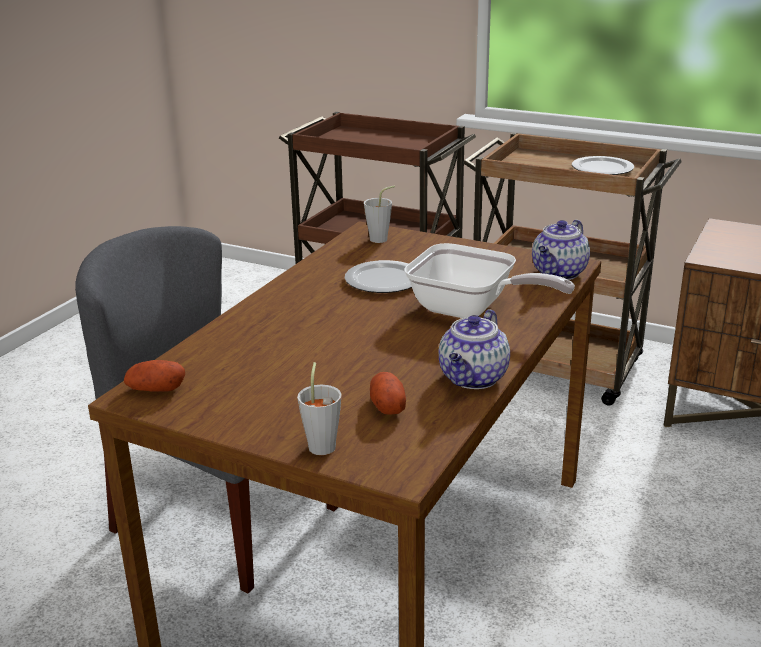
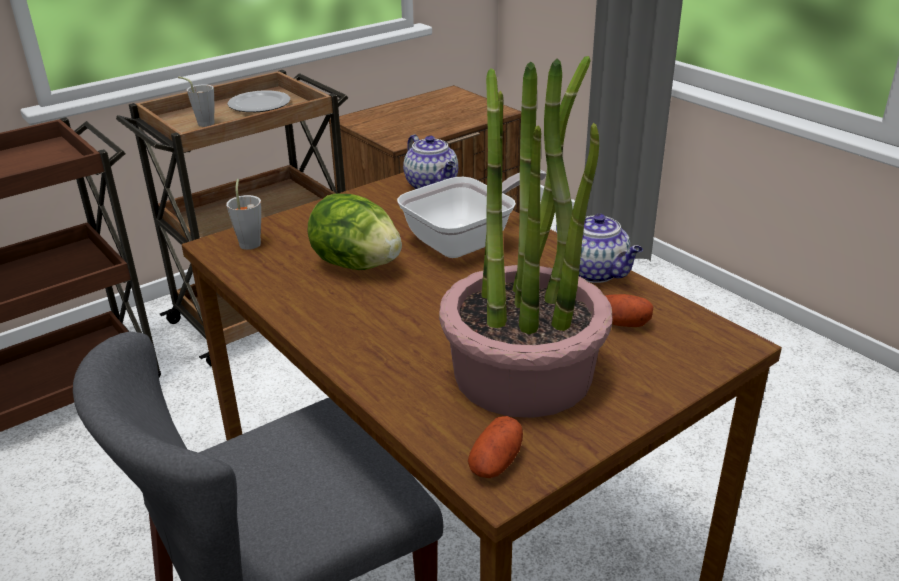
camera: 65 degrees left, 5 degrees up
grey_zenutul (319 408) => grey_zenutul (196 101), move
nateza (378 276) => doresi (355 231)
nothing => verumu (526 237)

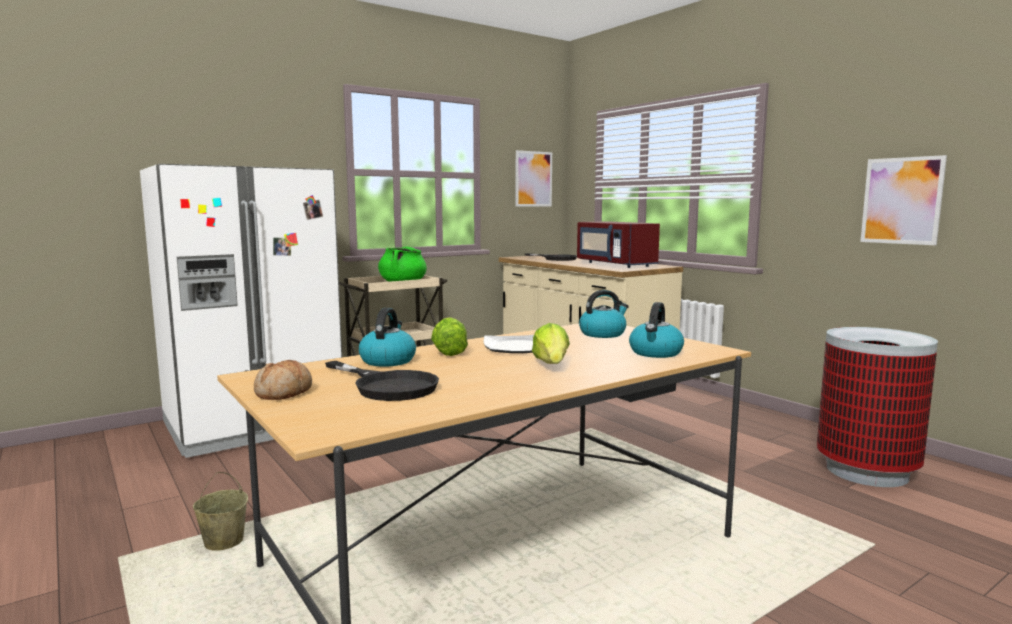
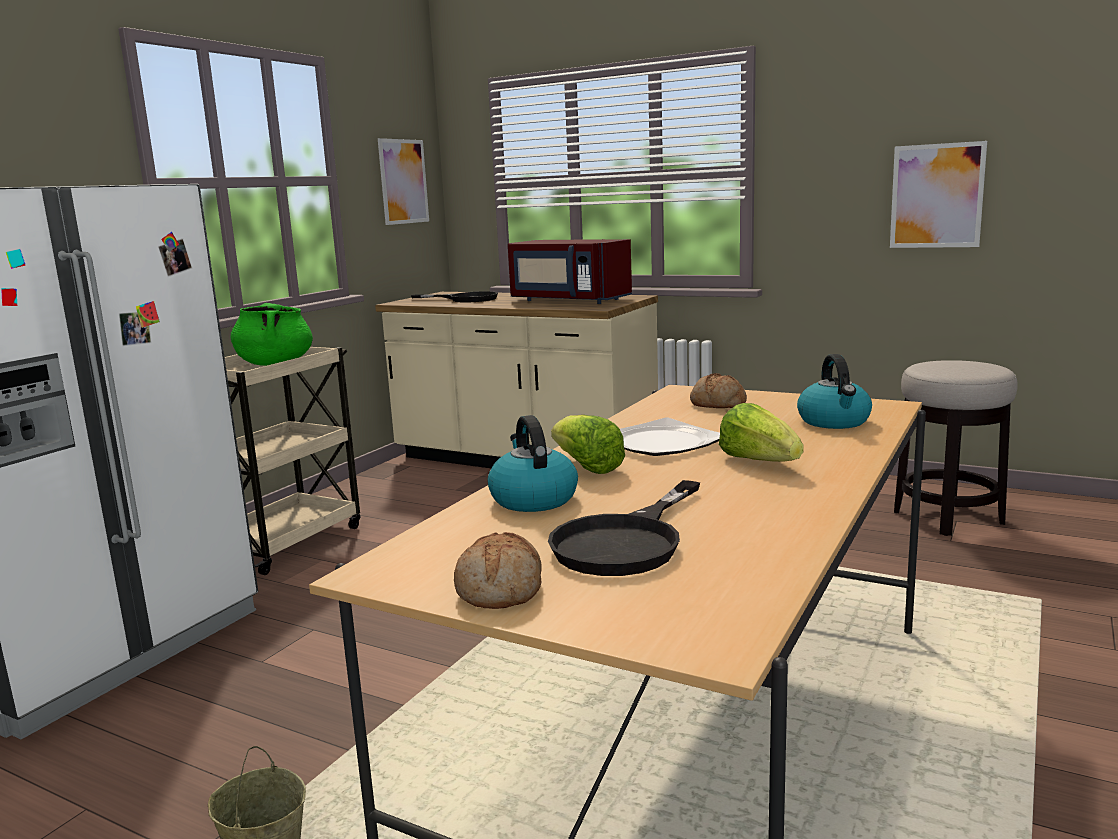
camera: 25 degrees left, 5 degrees up
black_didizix (382 381) => black_didizix (624 528), 105 degrees clockwise
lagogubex (604 314) => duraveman (718 390)
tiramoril (877 407) => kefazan (956 448)

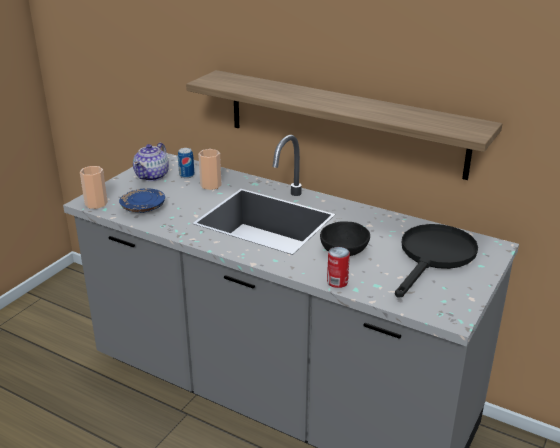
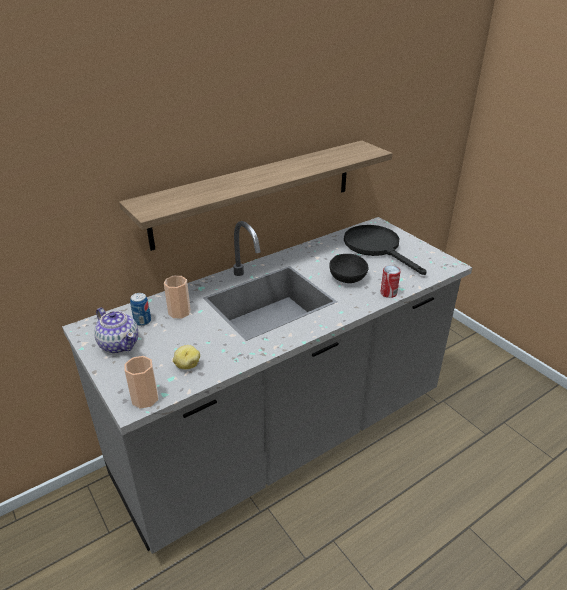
camera: 65 degrees left, 5 degrees up
blue_nateza (142 200) => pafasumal (186 357)

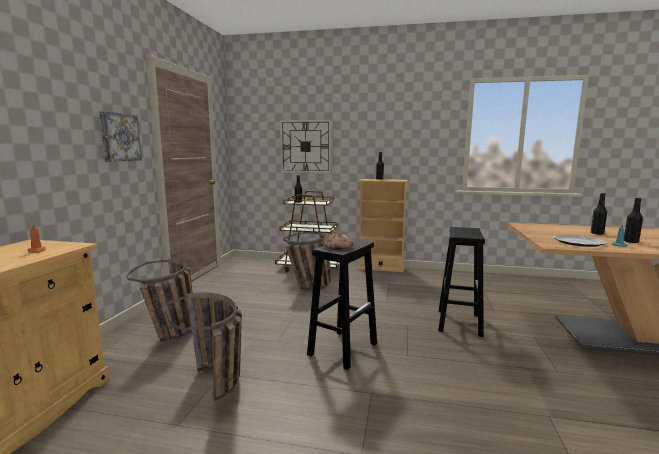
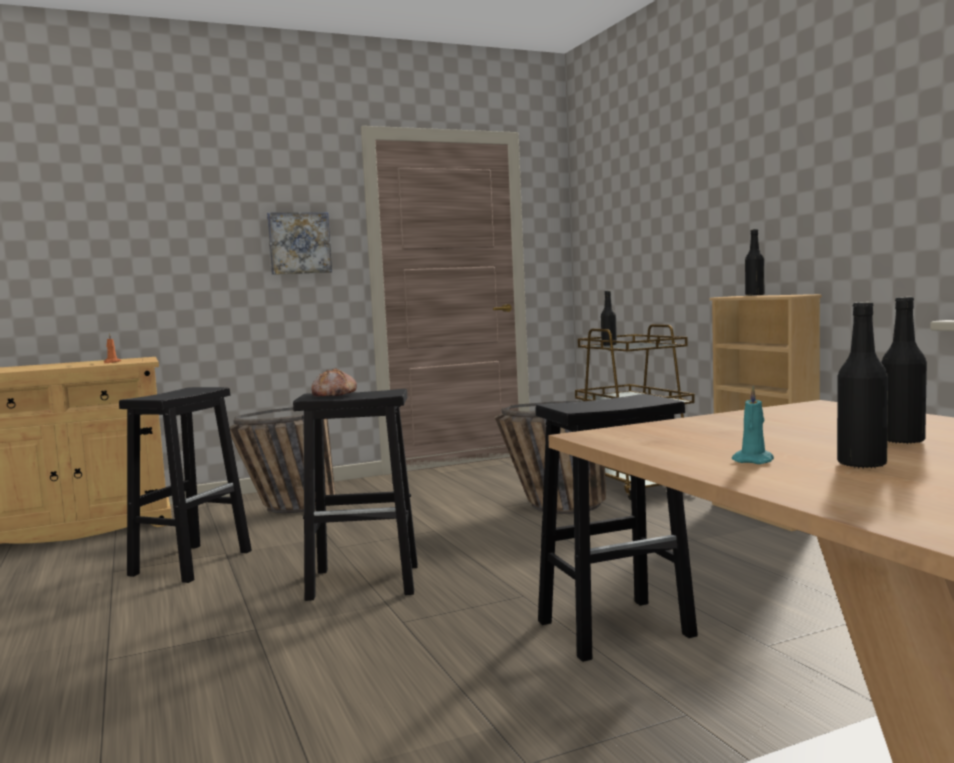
camera: 55 degrees right, 5 degrees down
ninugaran (204 346) => black_kefazan (185 485)
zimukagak (305 146) => nothing
nateza (580 240) => nothing

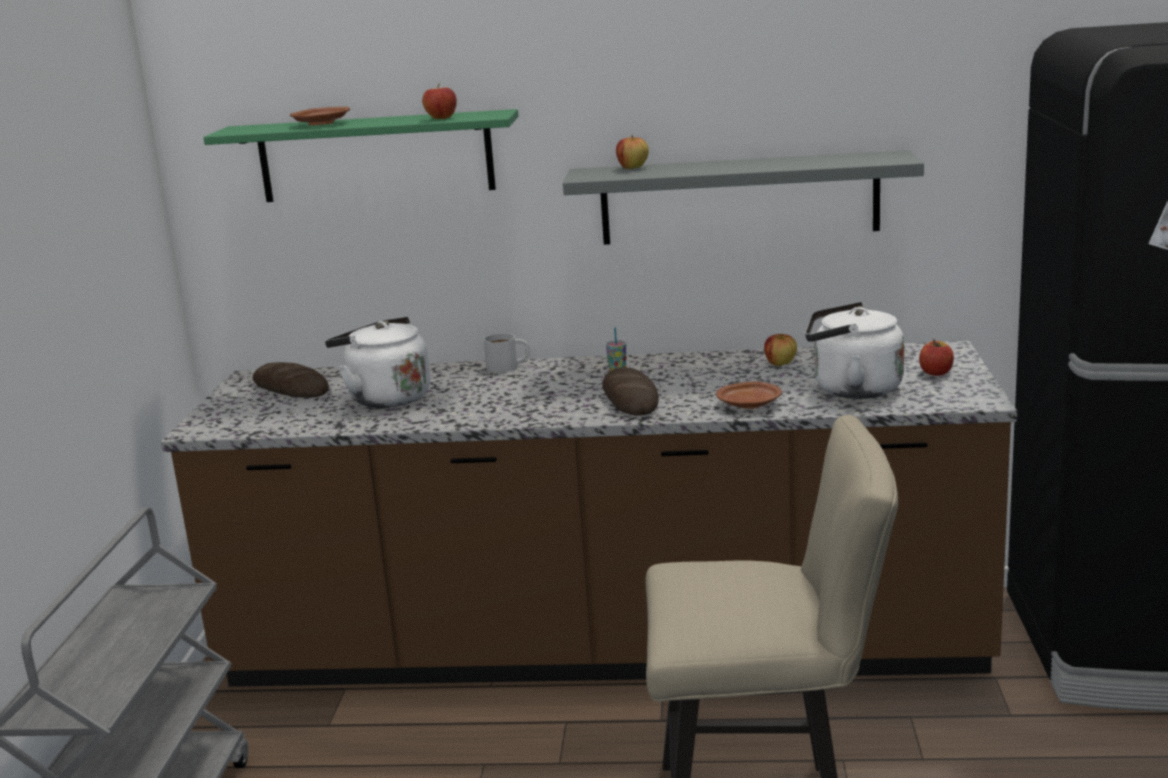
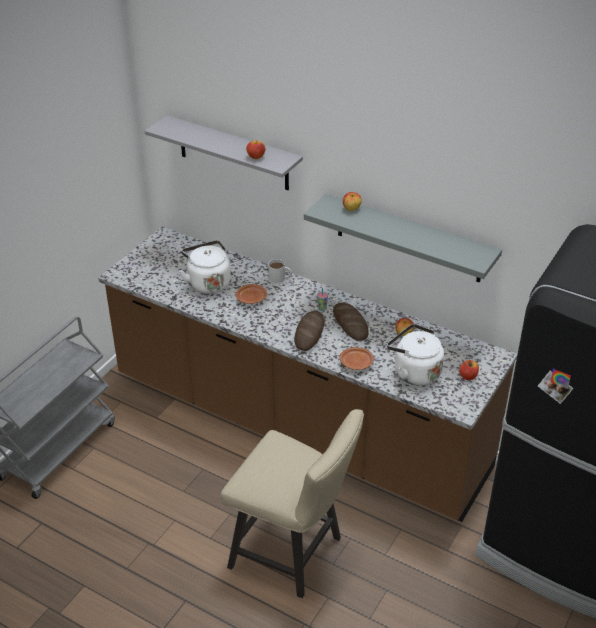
camera: 25 degrees right, 20 degrees up
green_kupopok (360 155) => grey_kupopok (224 152)
duraveman (291 380) => duraveman (350 321), move
brown_nateza (320 116) => brown_nateza (251 294), move

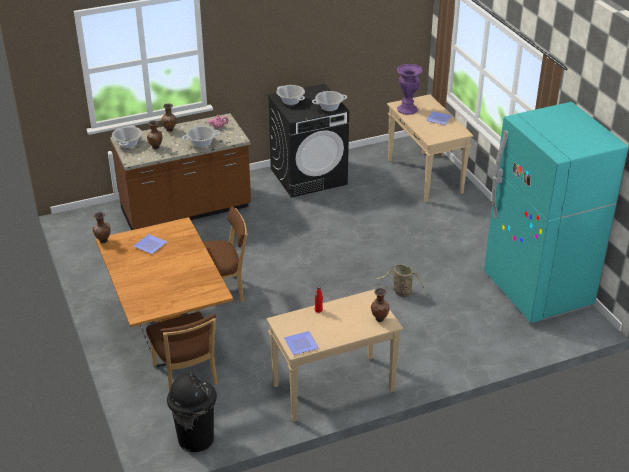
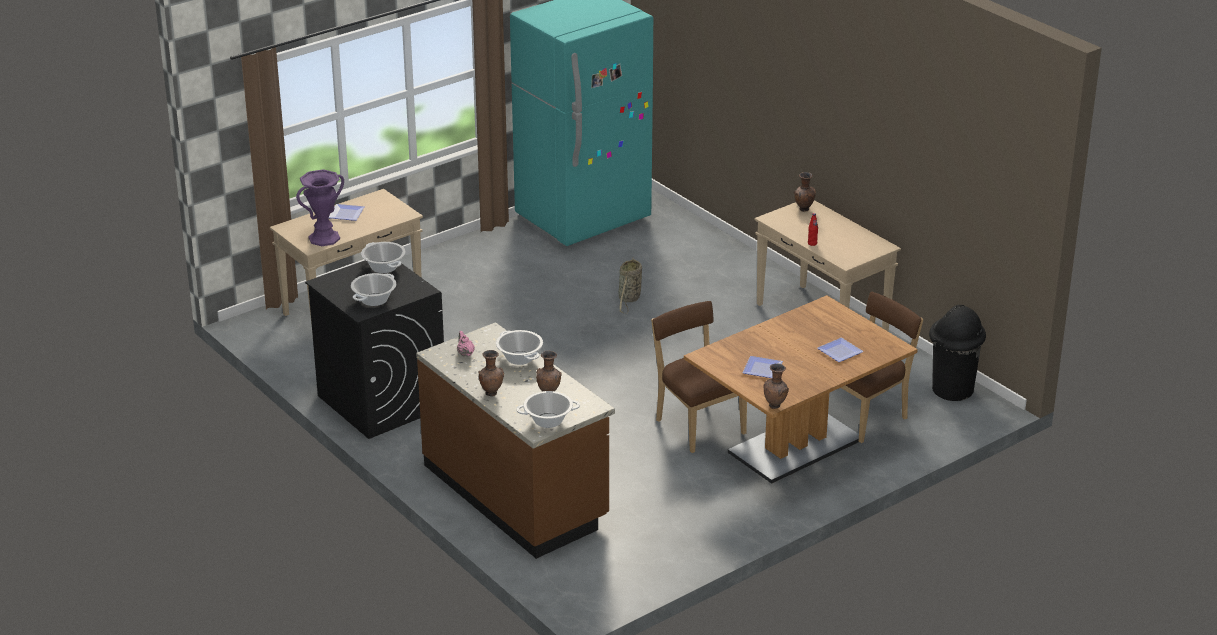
camera: 105 degrees left, 5 degrees down
nateza (301 343) => nateza (840 350), move

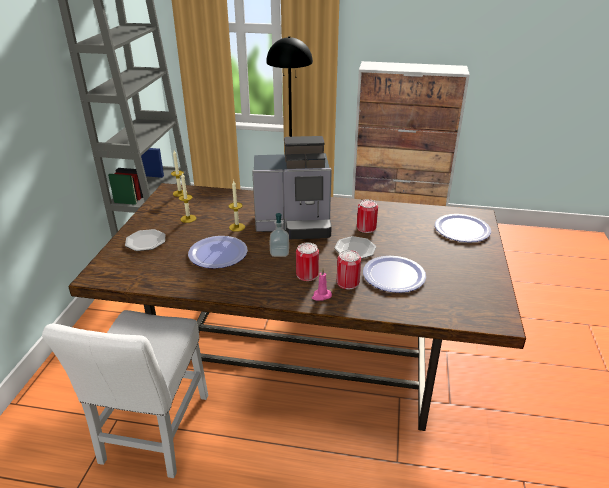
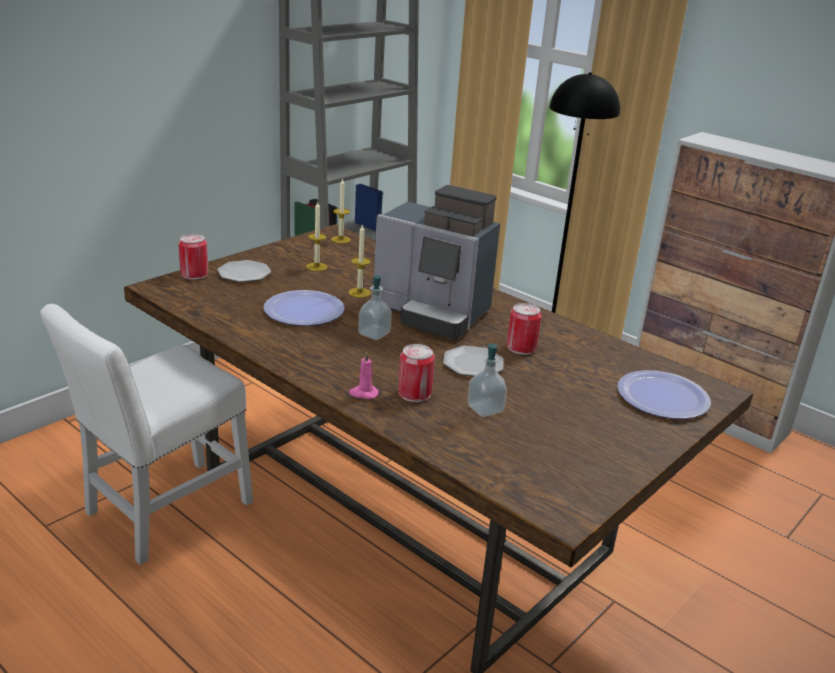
camera: 30 degrees right, 5 degrees down
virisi (307 262) => virisi (193 257), move
nateza (394 274) => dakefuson (487 380)

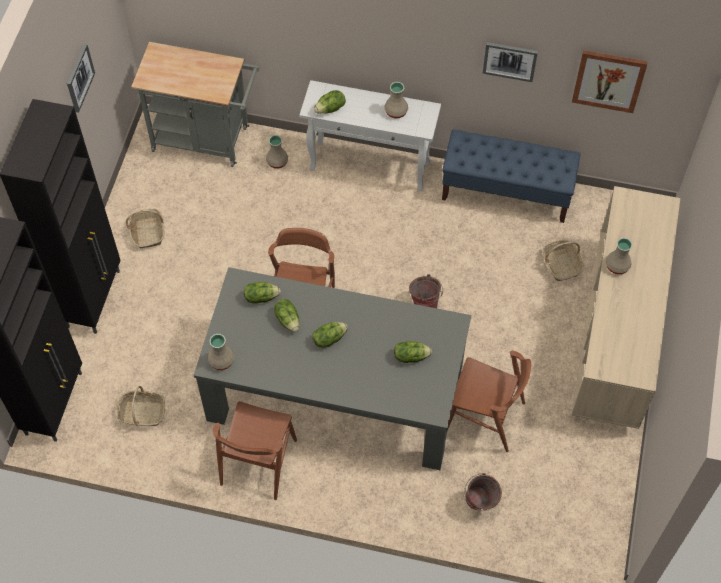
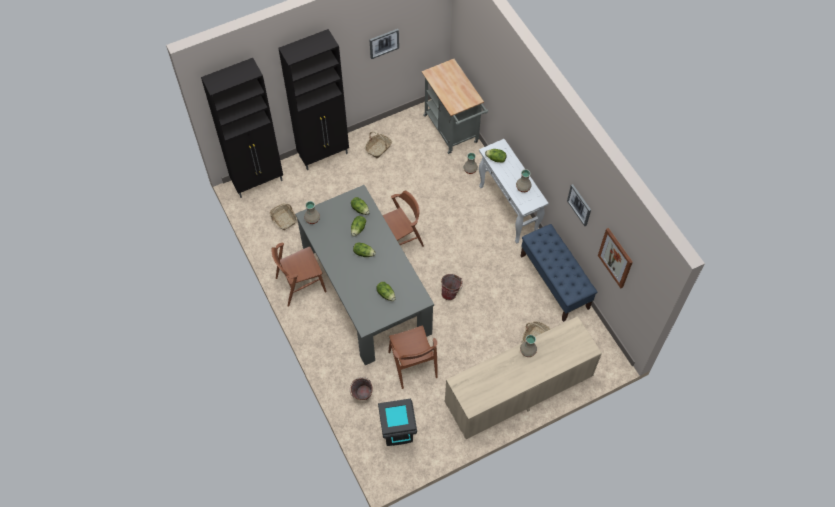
camera: 50 degrees right, 0 degrees up
nothing => grey_tiramoril (397 422)

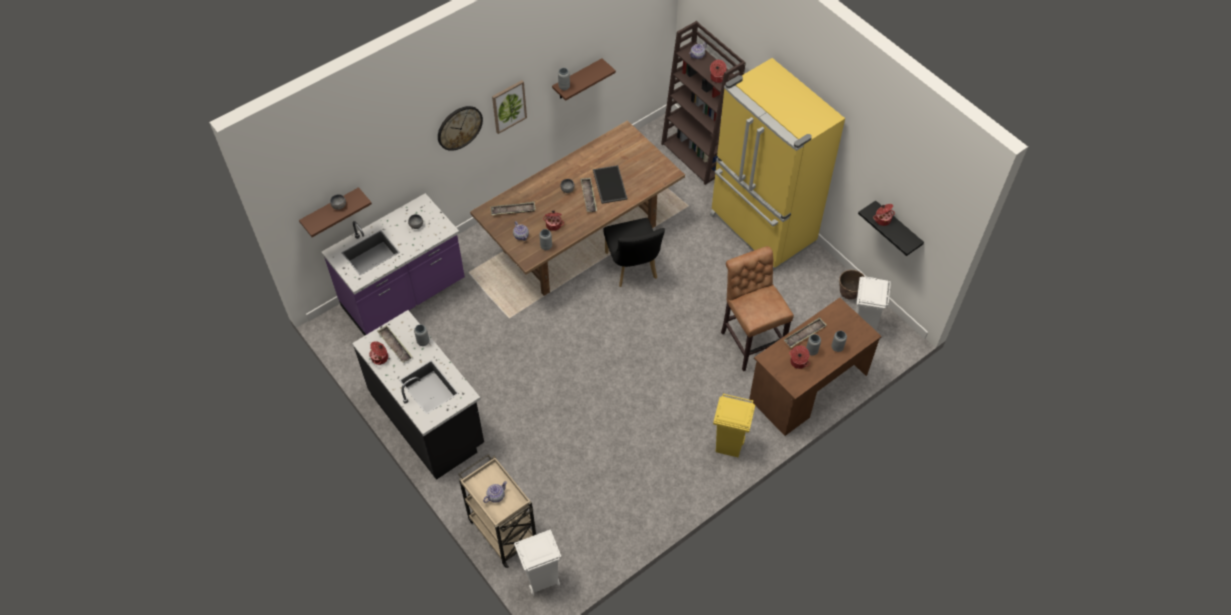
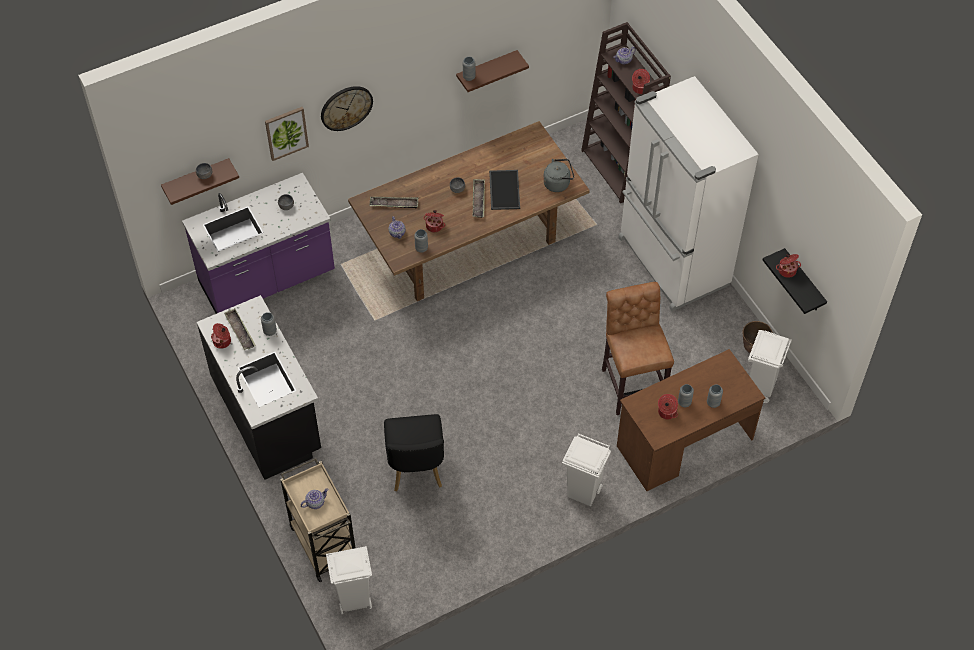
camera: 10 degrees right, 0 degrees up
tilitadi (509 107) => tilitadi (287 134), move
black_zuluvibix (634 252) => black_zuluvibix (414 453), move
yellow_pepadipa (777 164) => white_pepadipa (688 193)
yellow_tiramoril (734 425) => white_tiramoril (586 470)
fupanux (805 332) => nothing
nothing => grey_lagogubex (558 175)

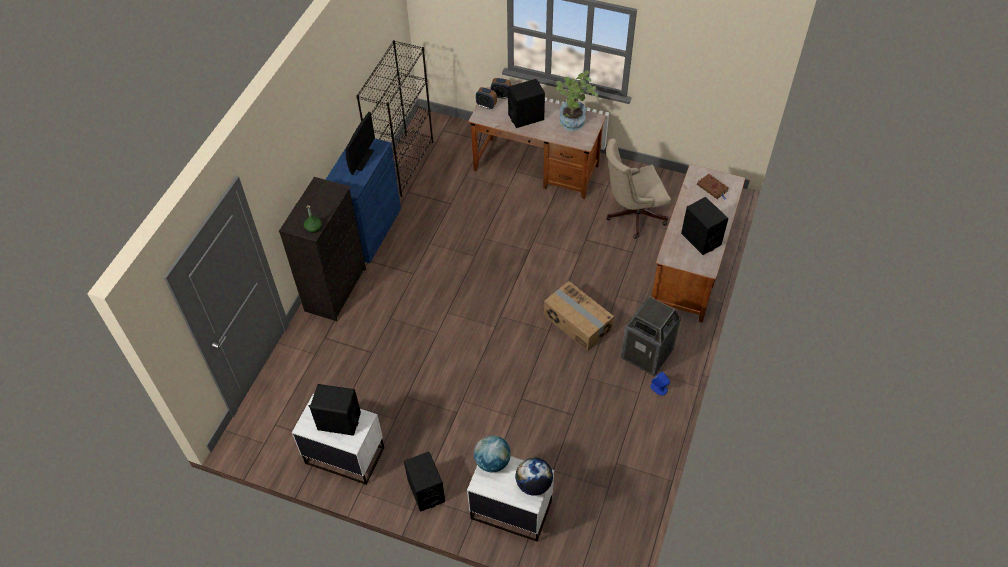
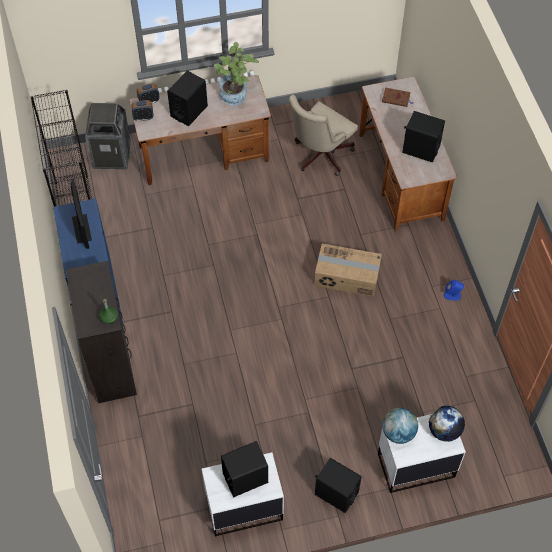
camera: 35 degrees left, 5 degrees up
tiramoril (650 336) => tiramoril (108 136), move

